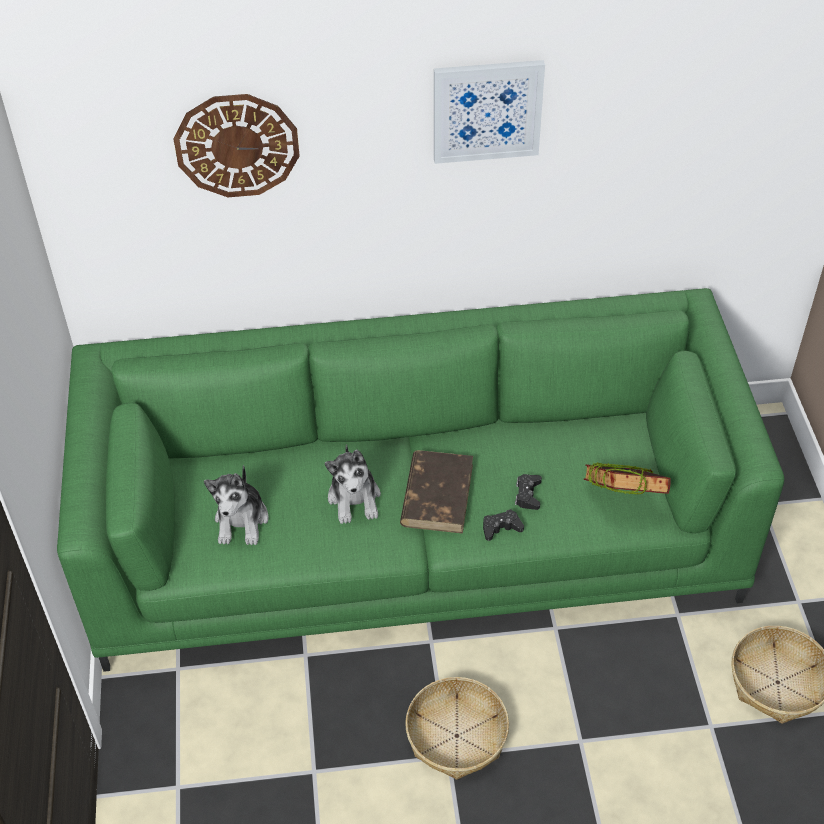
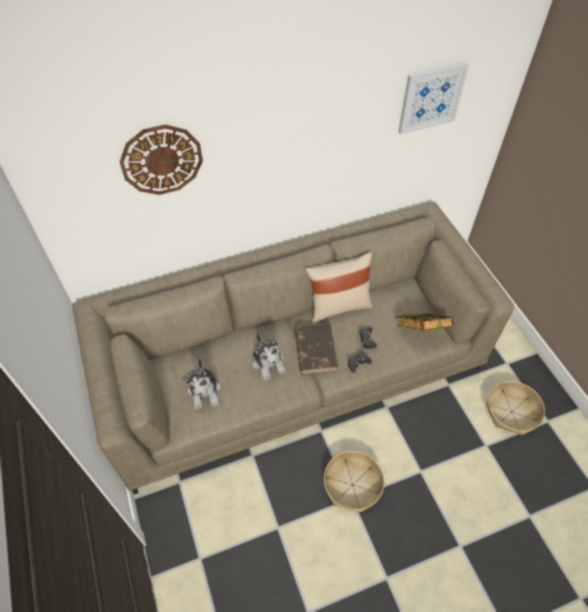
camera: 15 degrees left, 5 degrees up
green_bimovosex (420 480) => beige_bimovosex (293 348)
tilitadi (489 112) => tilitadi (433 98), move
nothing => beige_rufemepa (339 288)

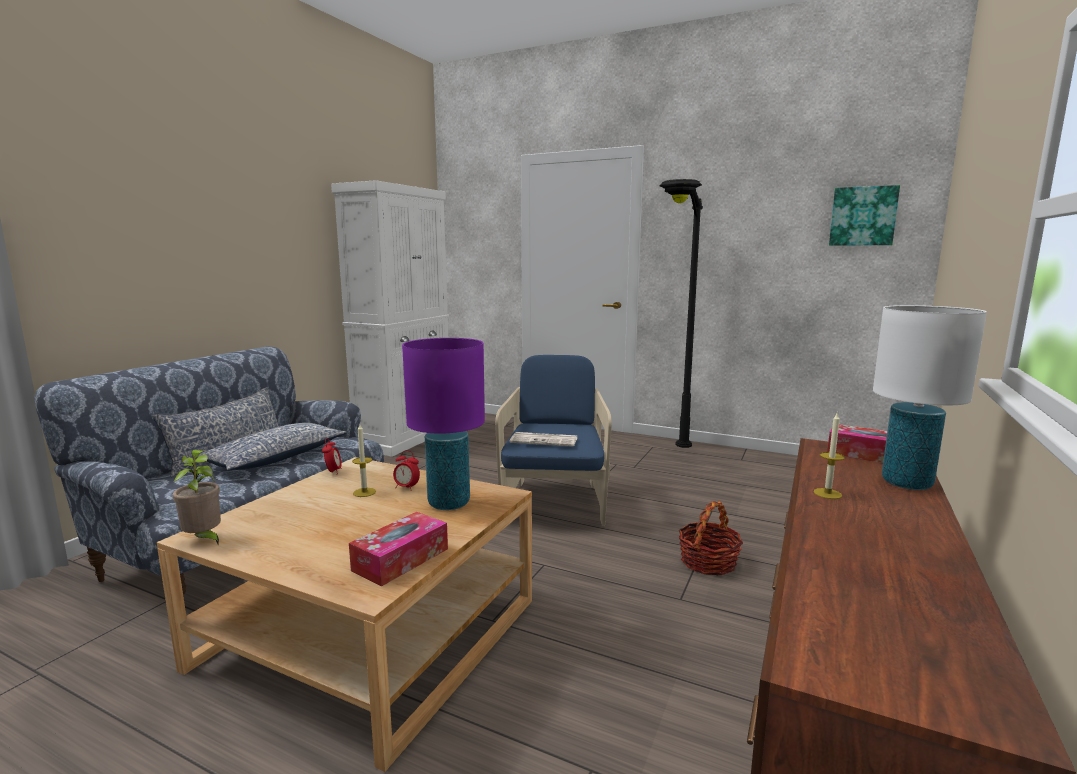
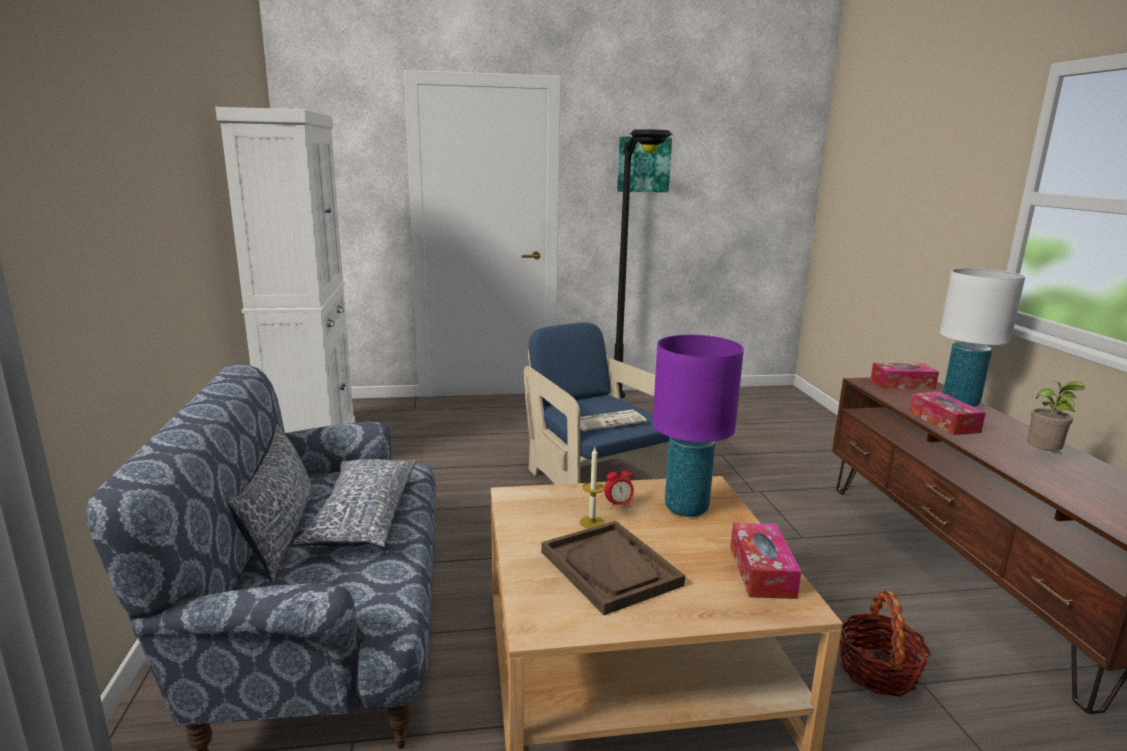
camera: 35 degrees left, 5 degrees up
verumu (197 497) => verumu (1056 418), move
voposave (332 456) => nothing
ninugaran (711 538) => ninugaran (885 643), move
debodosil (829 455) => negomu (947 413)
tilitadi (864 215) => tilitadi (644 164), move
nothing => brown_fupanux (613 568)

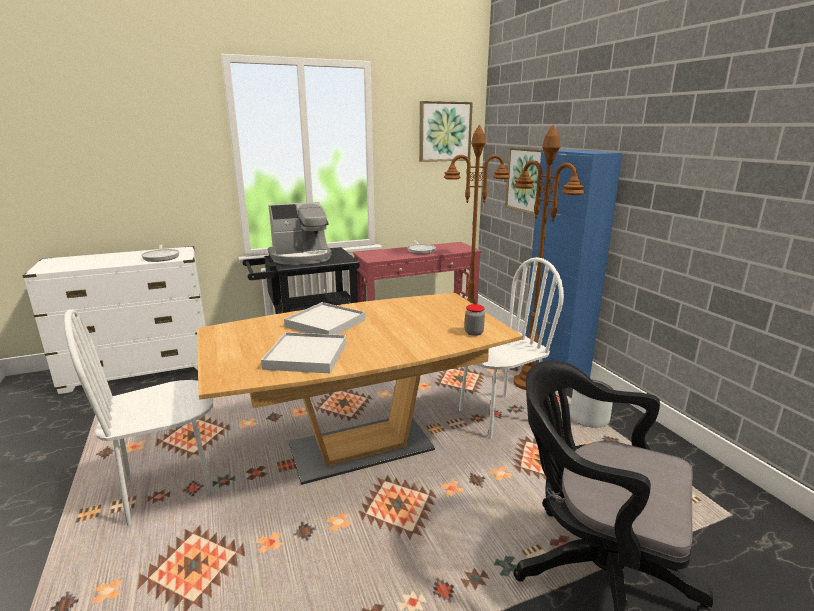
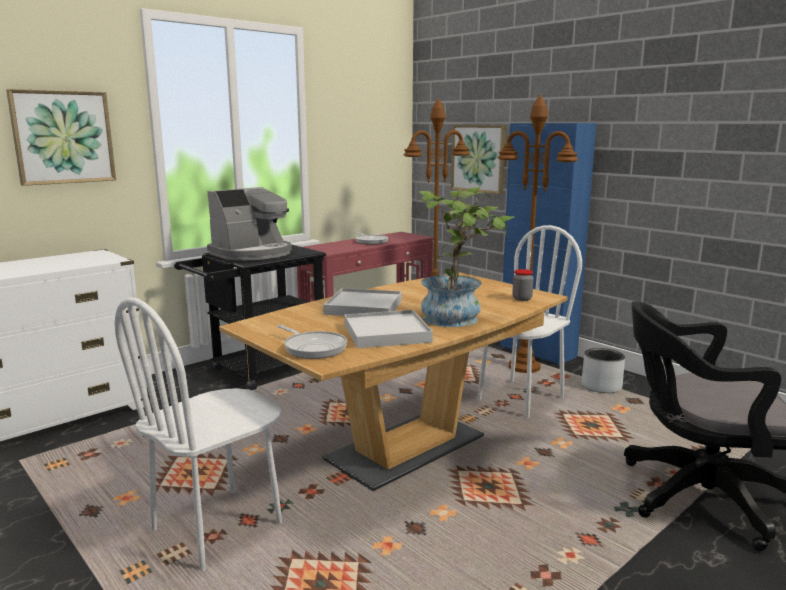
camera: 20 degrees left, 5 degrees down
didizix (160 253) => didizix (312 342), move
tilitadi (446 131) => tilitadi (61 137), move
nothing => verumu (466 257)

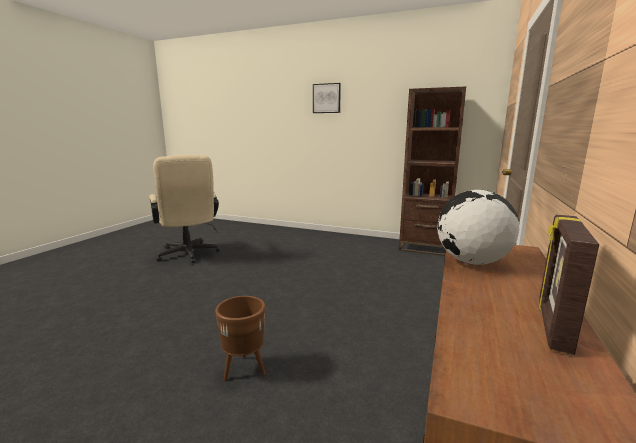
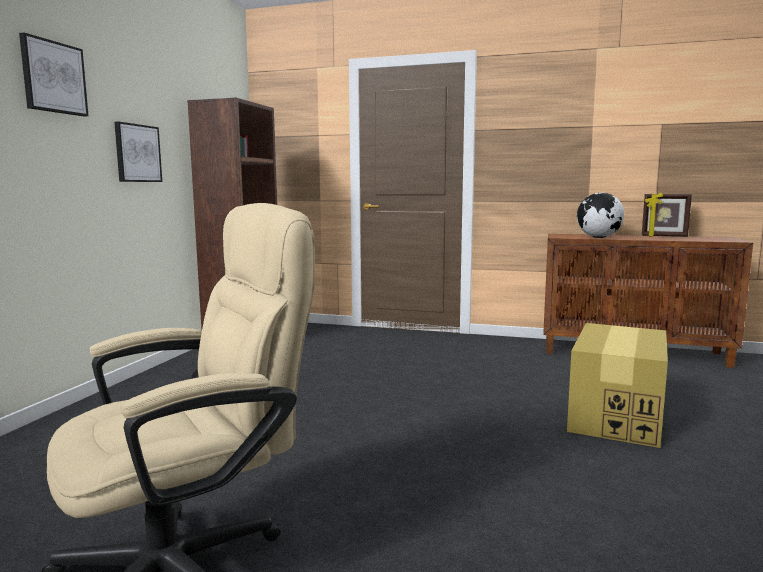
camera: 95 degrees left, 5 degrees down
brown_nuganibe (240 338) => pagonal (617 385)
nothing => tilitadi (138 151)

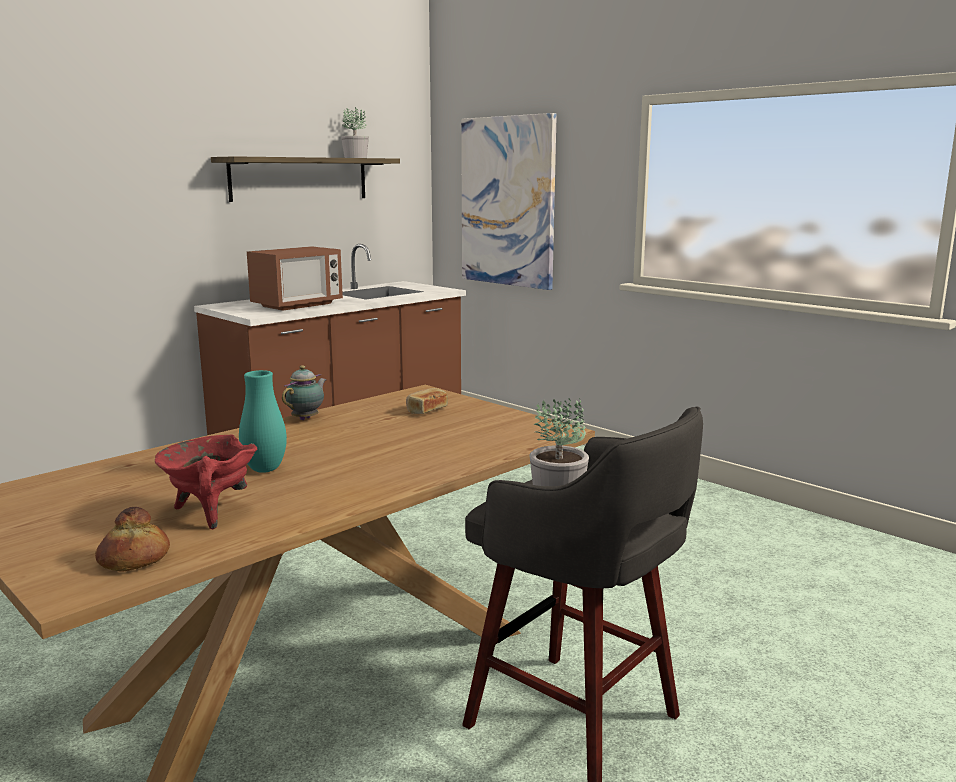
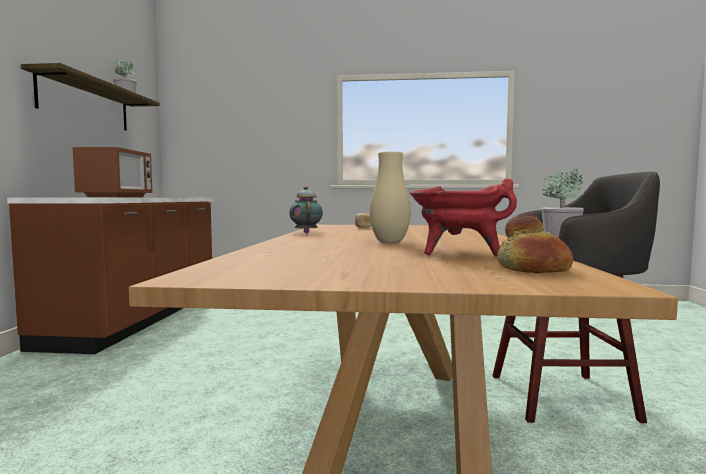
camera: 40 degrees left, 10 degrees down
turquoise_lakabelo (263 421) => beige_lakabelo (390 197)
tilitadi (509 201) => nothing

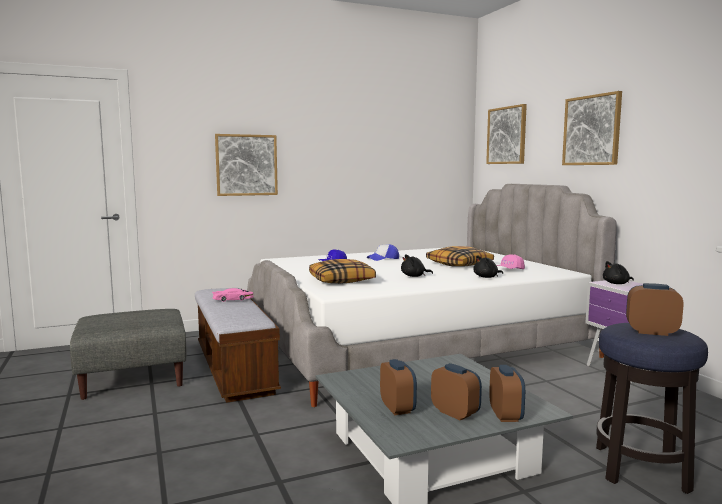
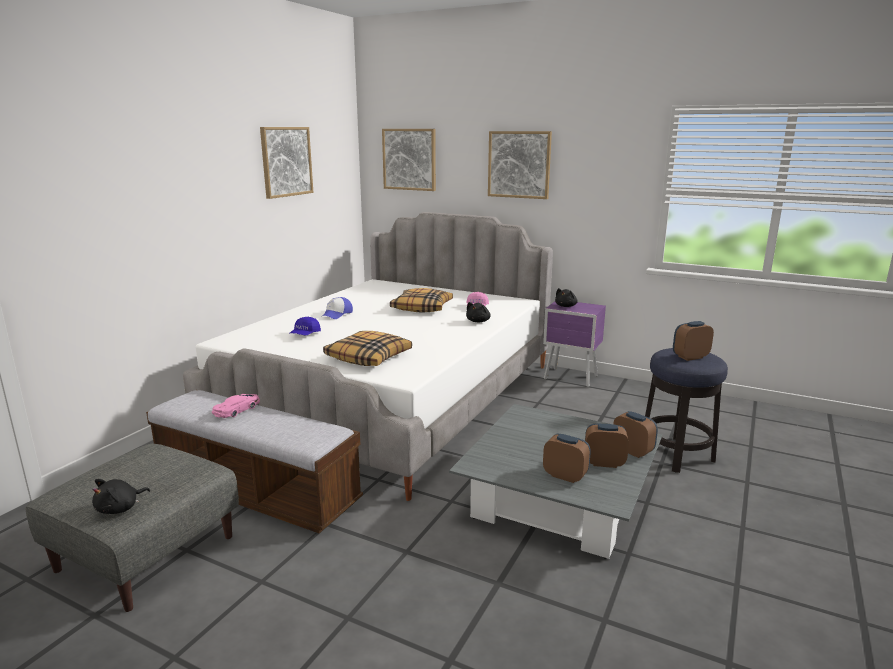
camera: 40 degrees left, 10 degrees up
tilitadi (246 165) => tilitadi (287 163), move
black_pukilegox (417 265) => black_pukilegox (121 496), move

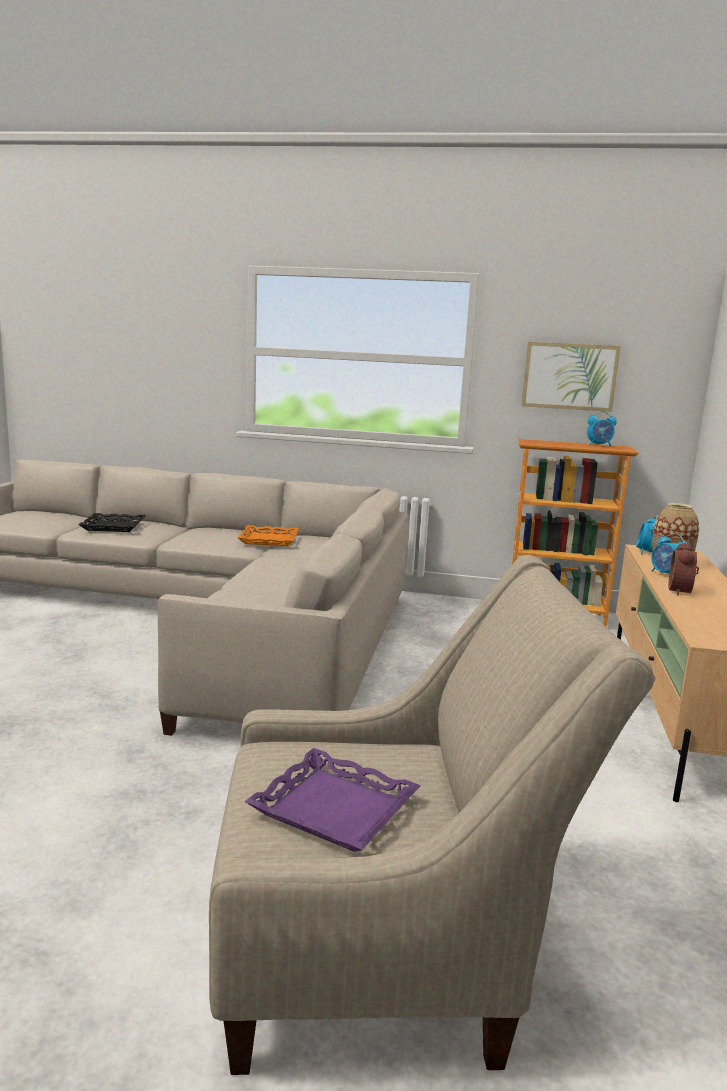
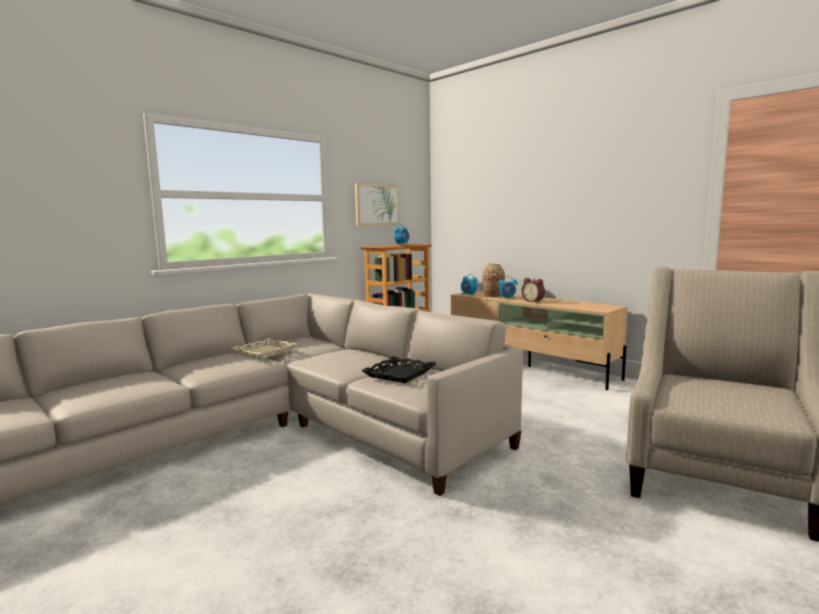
camera: 55 degrees left, 5 degrees down
black_fupanux (112 522) => black_fupanux (398 369), move
orange_fupanux (268 535) => beige_fupanux (264 348)
purple_fupanux (332 800) => nothing

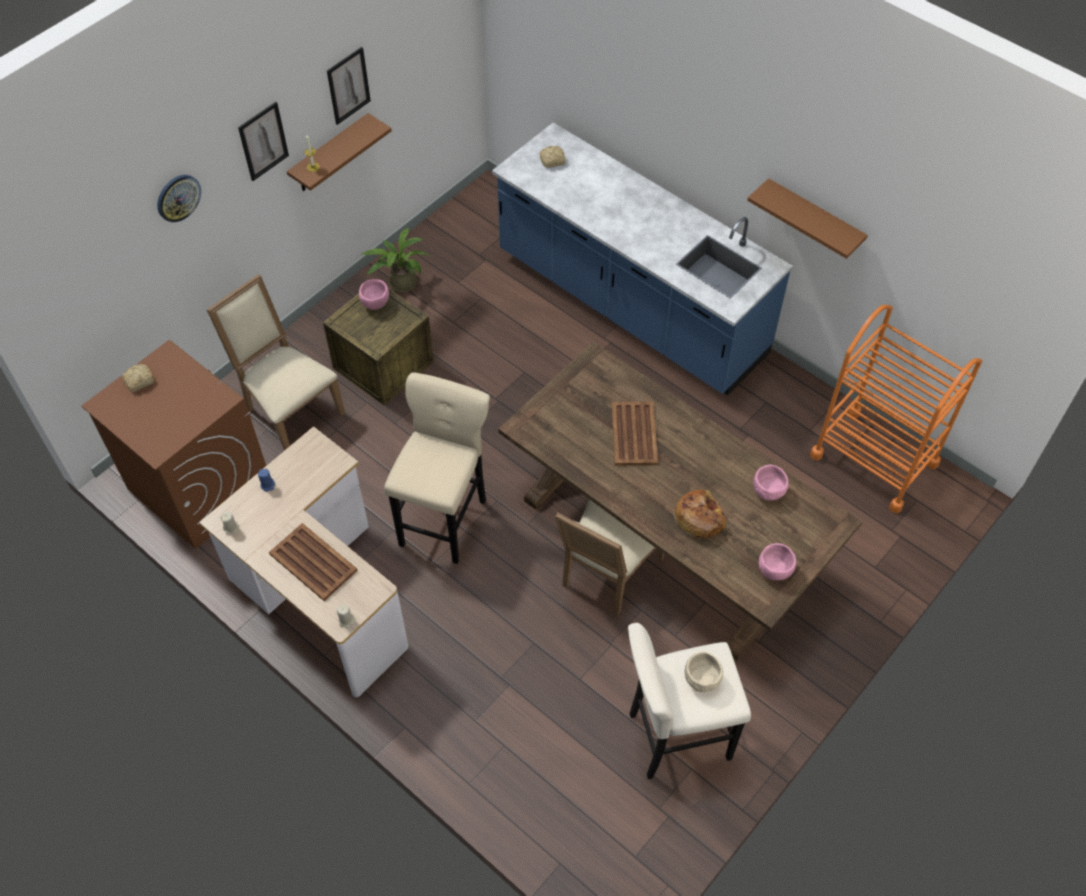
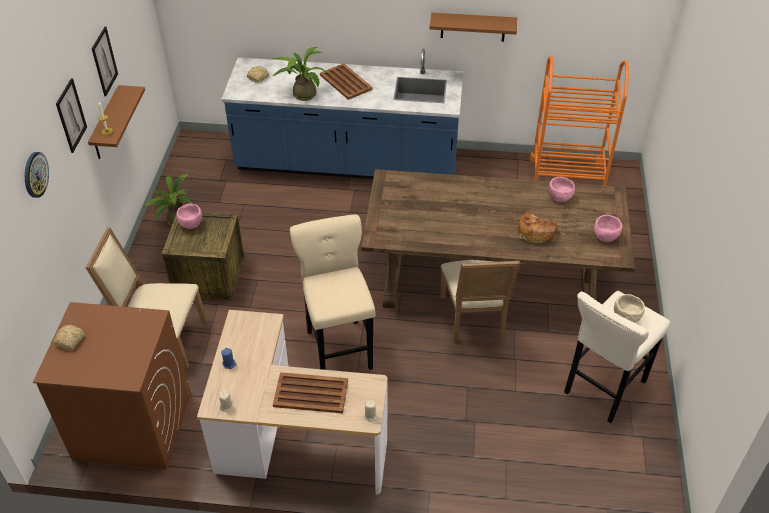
camera: 35 degrees left, 10 degrees down
brown_fupanux (635 433) => brown_fupanux (346 81), move
nothing => verumu (302 74)

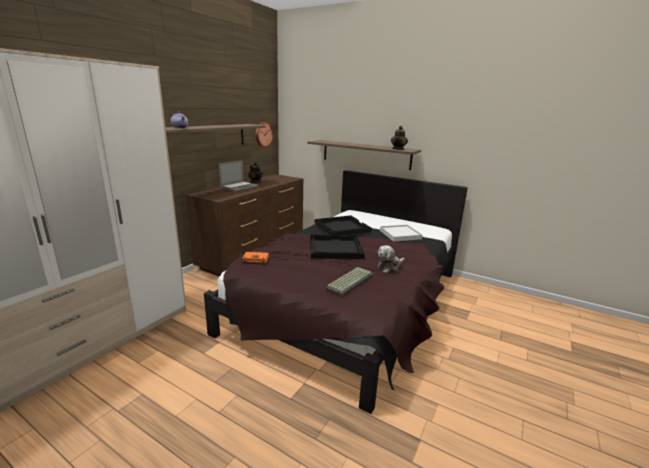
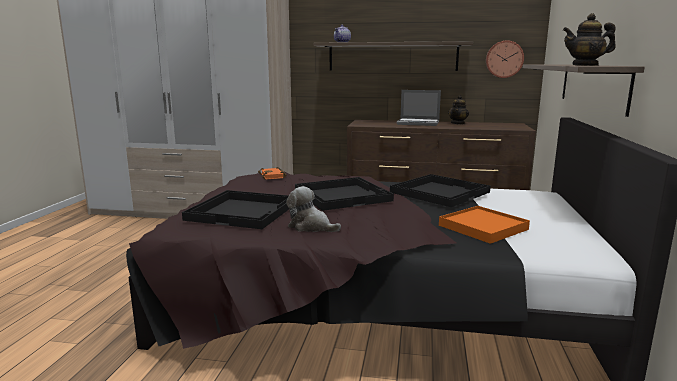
camera: 70 degrees right, 5 degrees down
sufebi (349 281) => black_fupanux (235 209)
white_fupanux (401 233) => orange_fupanux (484 225)

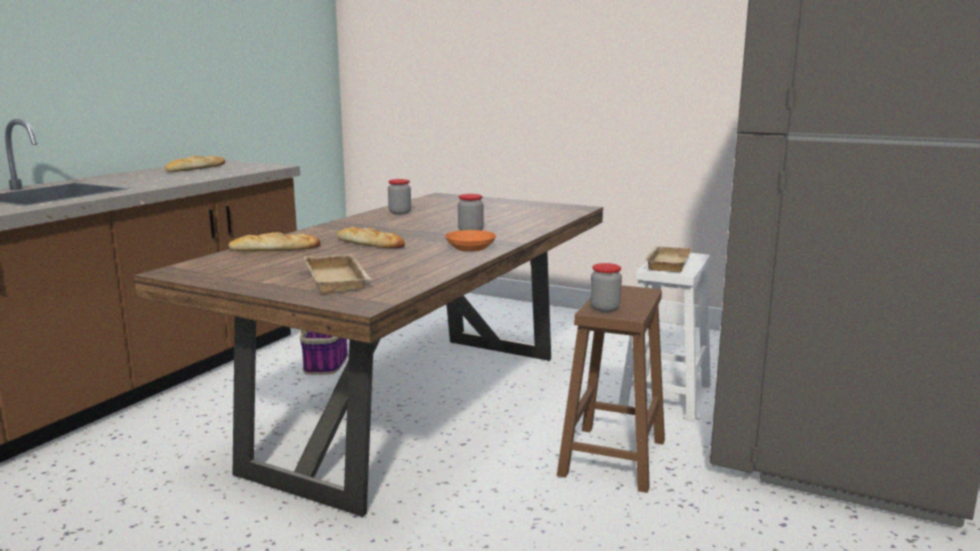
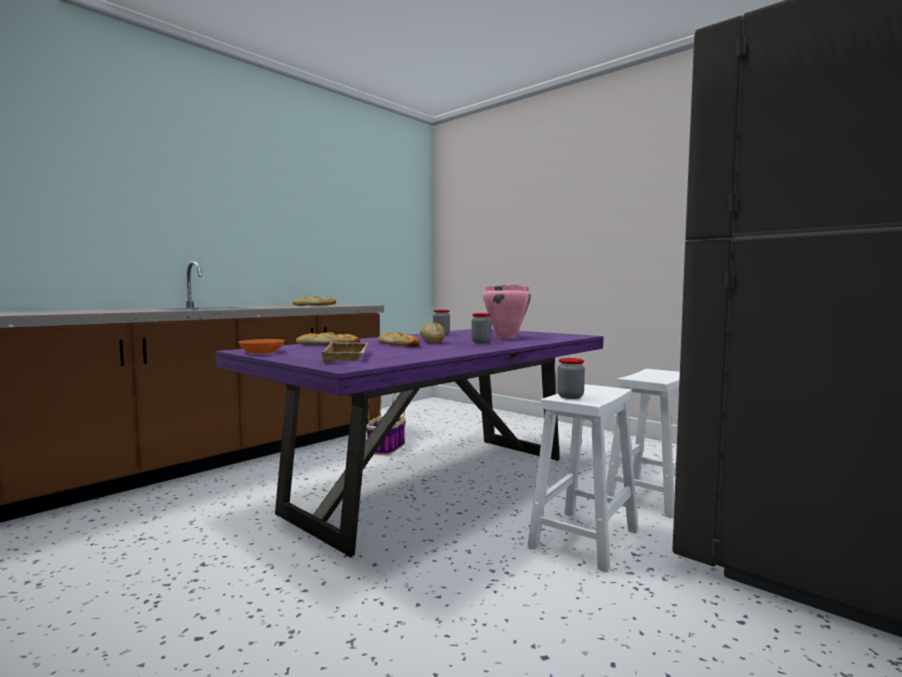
camera: 15 degrees right, 10 degrees down
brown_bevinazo (368 355) => purple_bevinazo (409 443)
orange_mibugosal (470 241) => orange_mibugosal (261 346), move
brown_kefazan (611 389) => white_kefazan (582 478)
beige_fupanux (668 259) => nothing
nothing => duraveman (432 333)
nothing => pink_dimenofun (507 312)

